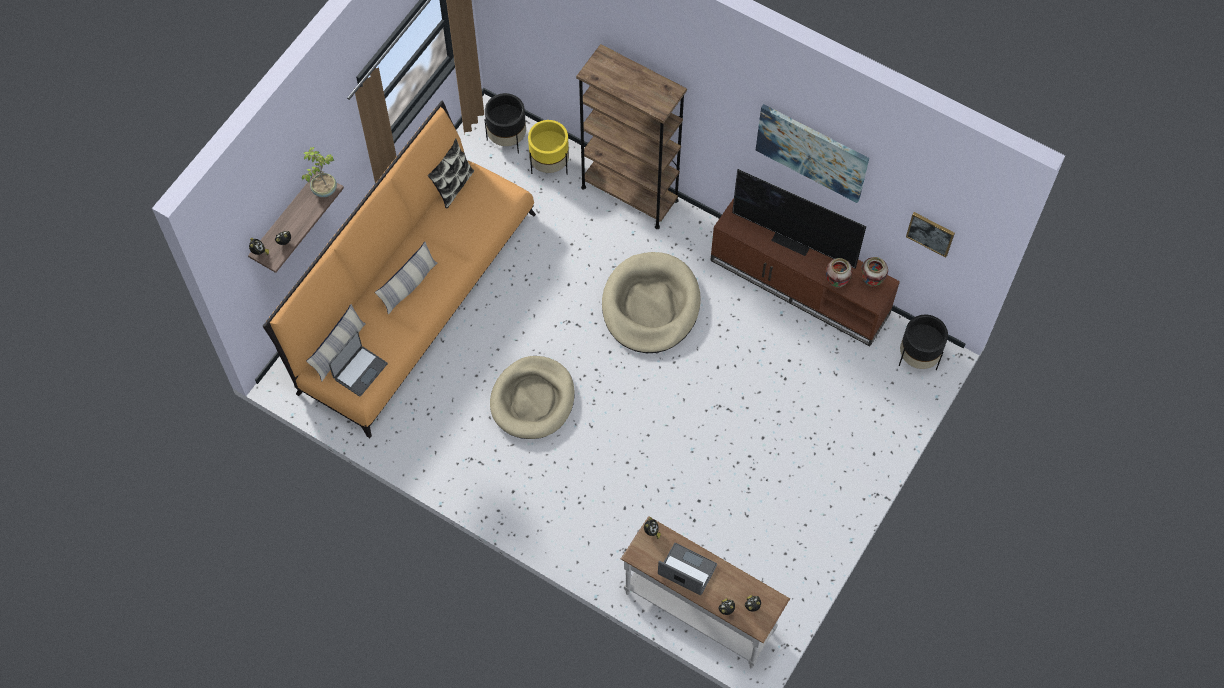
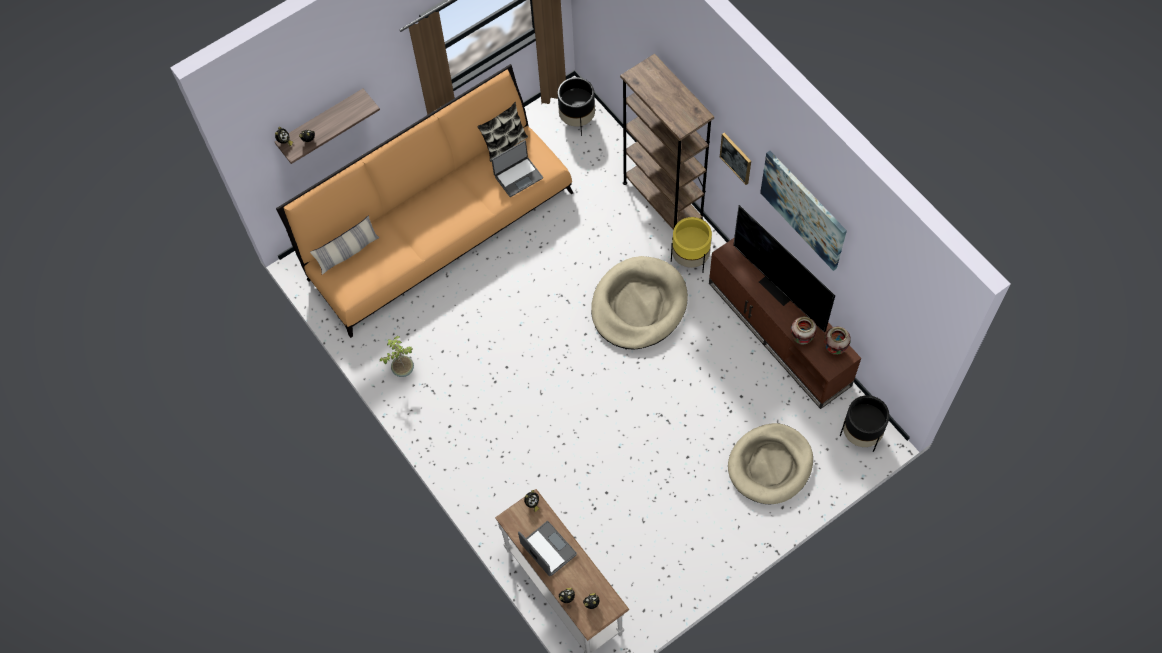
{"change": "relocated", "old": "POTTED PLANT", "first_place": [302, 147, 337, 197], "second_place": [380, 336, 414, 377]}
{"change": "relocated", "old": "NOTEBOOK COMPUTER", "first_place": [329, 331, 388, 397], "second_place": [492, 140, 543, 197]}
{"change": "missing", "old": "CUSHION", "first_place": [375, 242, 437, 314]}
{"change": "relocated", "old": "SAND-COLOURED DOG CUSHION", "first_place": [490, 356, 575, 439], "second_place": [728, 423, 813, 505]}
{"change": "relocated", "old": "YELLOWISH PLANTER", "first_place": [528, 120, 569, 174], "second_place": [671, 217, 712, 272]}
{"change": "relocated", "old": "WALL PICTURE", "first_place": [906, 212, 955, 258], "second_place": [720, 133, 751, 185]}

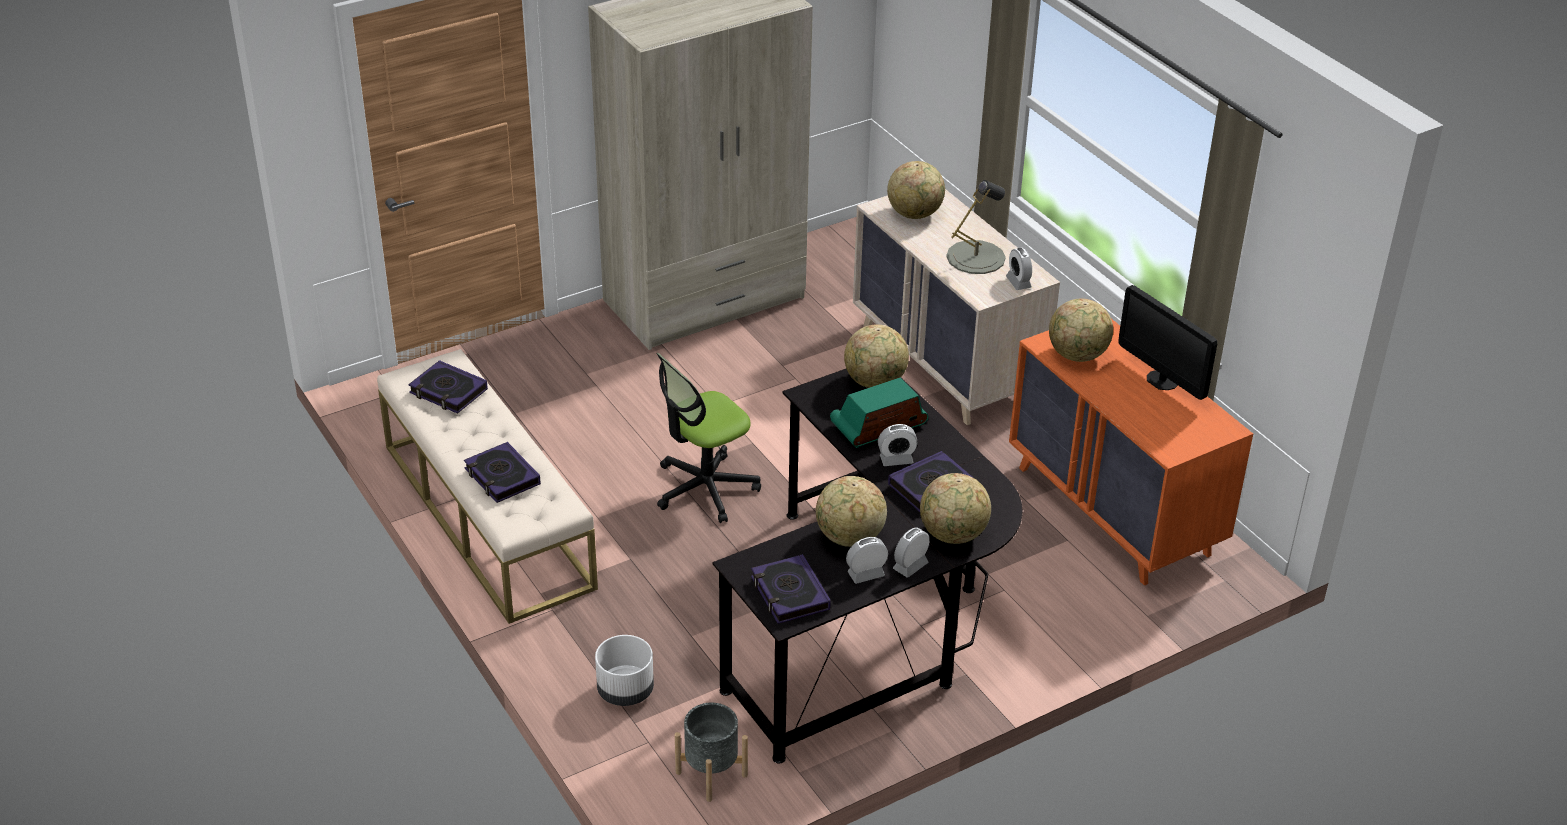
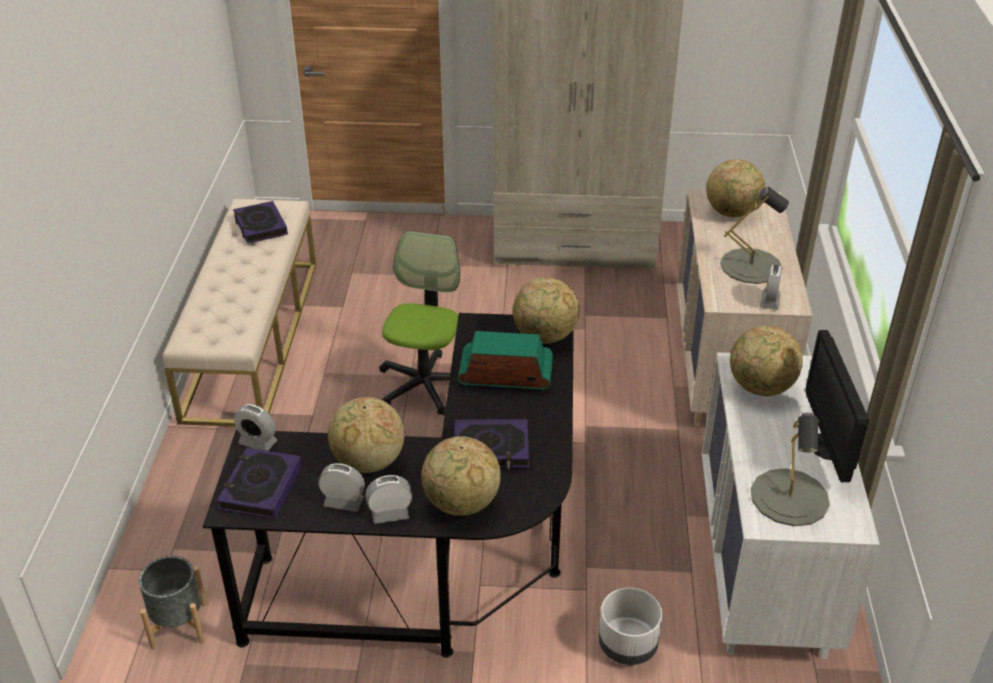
{"change": "missing", "old": "BOOK", "first_place": [464, 442, 541, 503]}
{"change": "relocated", "old": "WHITE PLANTER", "first_place": [595, 635, 654, 706], "second_place": [599, 588, 662, 665]}
{"change": "spun", "old": "DESK CHAIR", "first_place": [657, 353, 761, 523], "second_place": [379, 231, 460, 416], "degrees": 105}
{"change": "relocated", "old": "BEDSIDE CLOCK", "first_place": [878, 424, 918, 466], "second_place": [234, 404, 277, 451]}
{"change": "colour", "old": "ORANGE-COLOURED DRAWER CHEST", "new": "WHITE DRAWER CHEST", "first_place": [1009, 319, 1253, 586], "second_place": [702, 352, 880, 659]}
{"change": "appeared", "new": "GRAY LAMP FOR A TABLE", "second_place": [751, 413, 830, 526]}

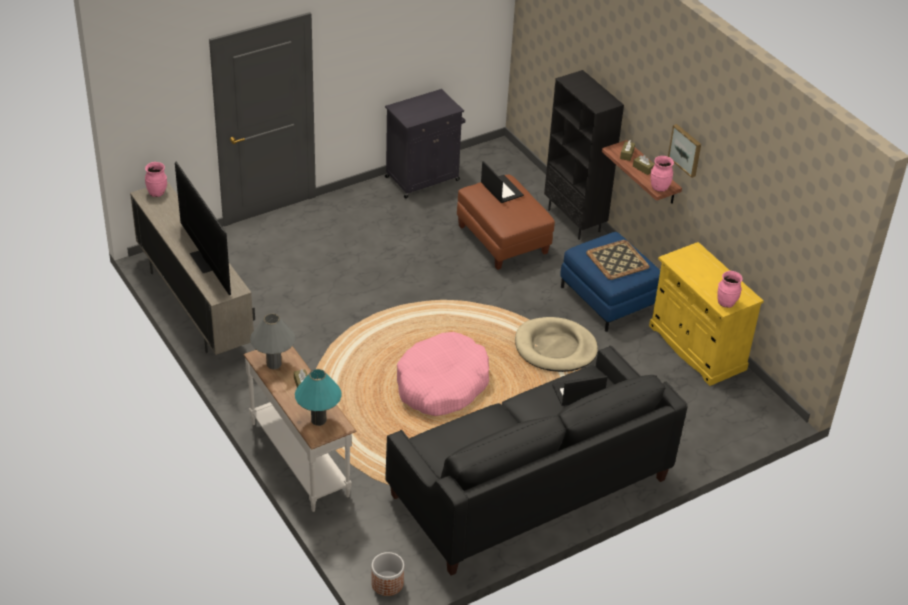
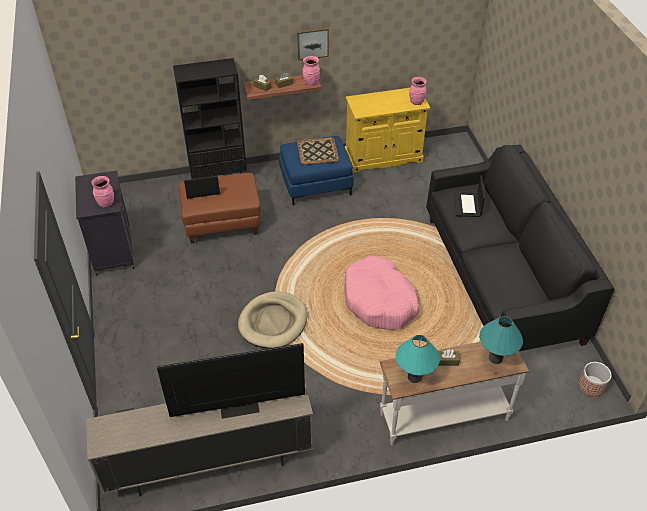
{"change": "relocated", "old": "PINK-COLOURED FLOWER VASE", "first_place": [145, 162, 167, 197], "second_place": [92, 176, 114, 208]}
{"change": "colour", "old": "GRAY LAMP FOR A TABLE", "new": "TURQUOISE LAMP FOR A TABLE", "first_place": [250, 314, 295, 369], "second_place": [396, 335, 440, 383]}
{"change": "relocated", "old": "SAND-COLOURED DOG CUSHION", "first_place": [515, 317, 598, 372], "second_place": [238, 291, 307, 348]}

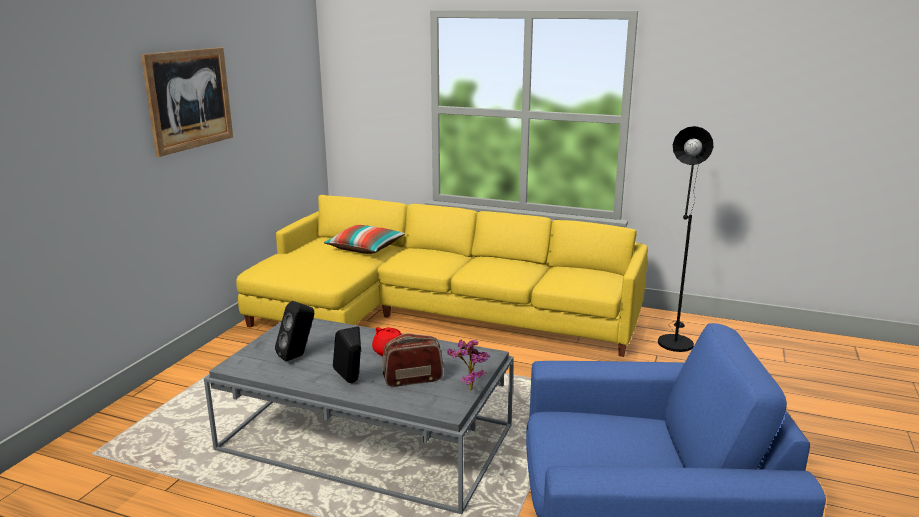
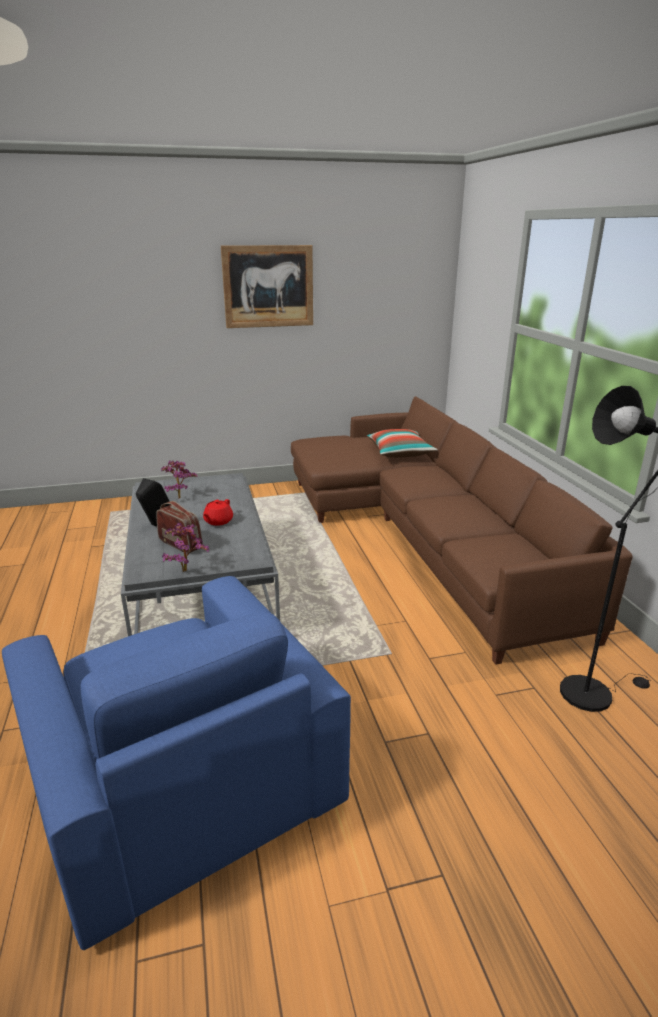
{"change": "colour", "old": "YELLOWISH SETTEE", "new": "BROWNISH SETTEE", "first_place": [236, 195, 648, 357], "second_place": [291, 396, 633, 665]}
{"change": "exchanged", "old": "BLACK LOUDSPEAKER", "new": "POTTED PLANT", "first_place": [275, 301, 314, 362], "second_place": [161, 460, 198, 499]}

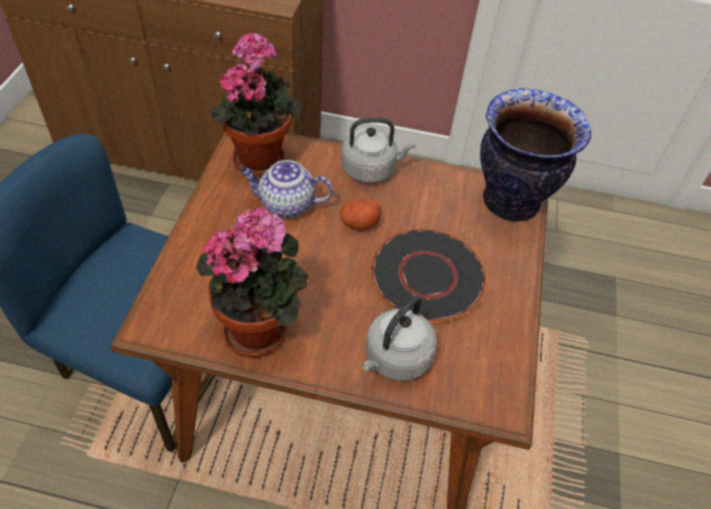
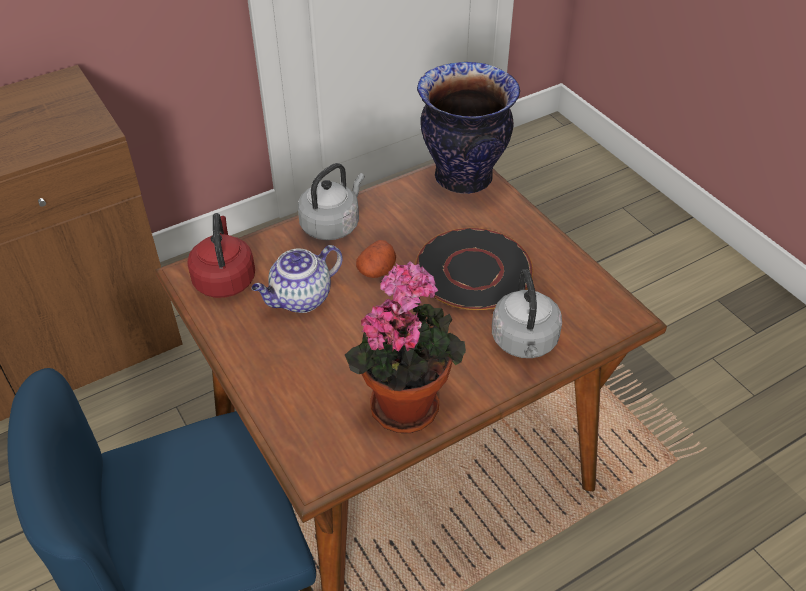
{"change": "exchanged", "old": "POTTED PLANT", "new": "RED-COLOURED KETTLE", "first_place": [209, 33, 302, 177], "second_place": [187, 213, 255, 298]}

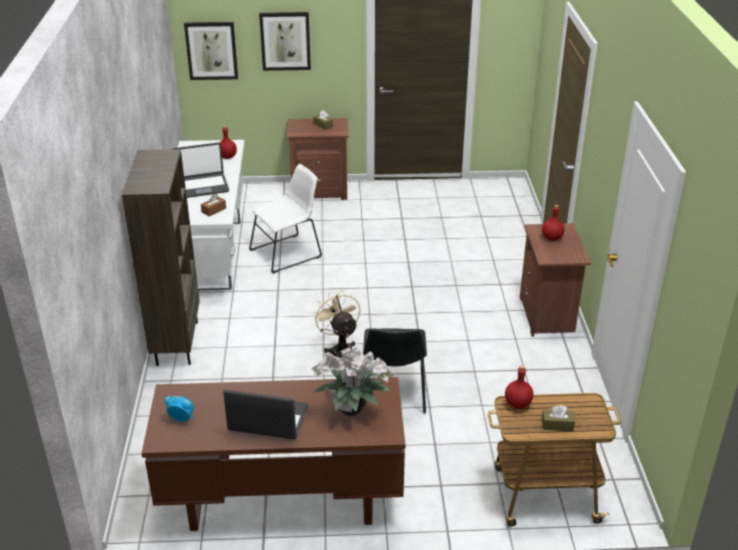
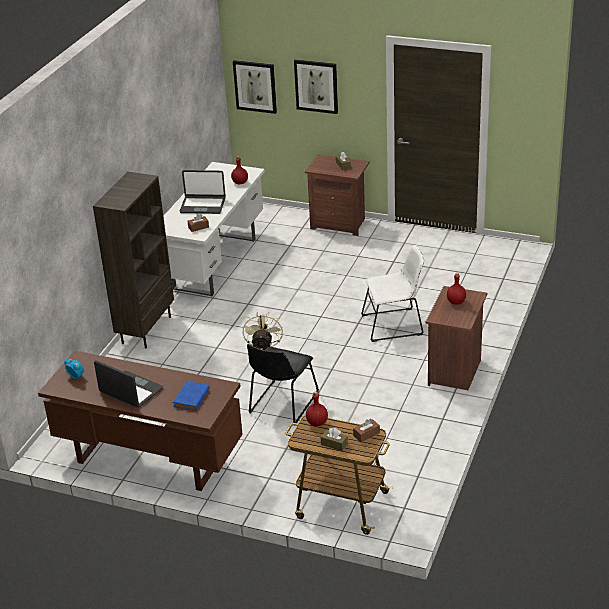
{"change": "relocated", "old": "WHITE CHAIR", "first_place": [249, 164, 322, 274], "second_place": [361, 245, 424, 342]}
{"change": "exchanged", "old": "POTTED PLANT", "new": "BLUE-COLOURED BOOK", "first_place": [311, 347, 394, 416], "second_place": [173, 381, 210, 411]}
{"change": "appeared", "new": "BROWNISH BOX OF TISSUES", "second_place": [353, 419, 380, 442]}

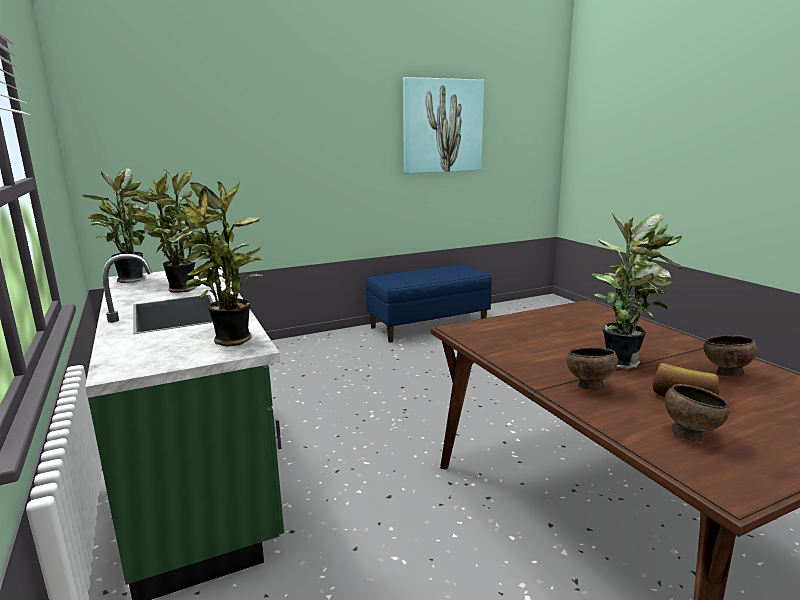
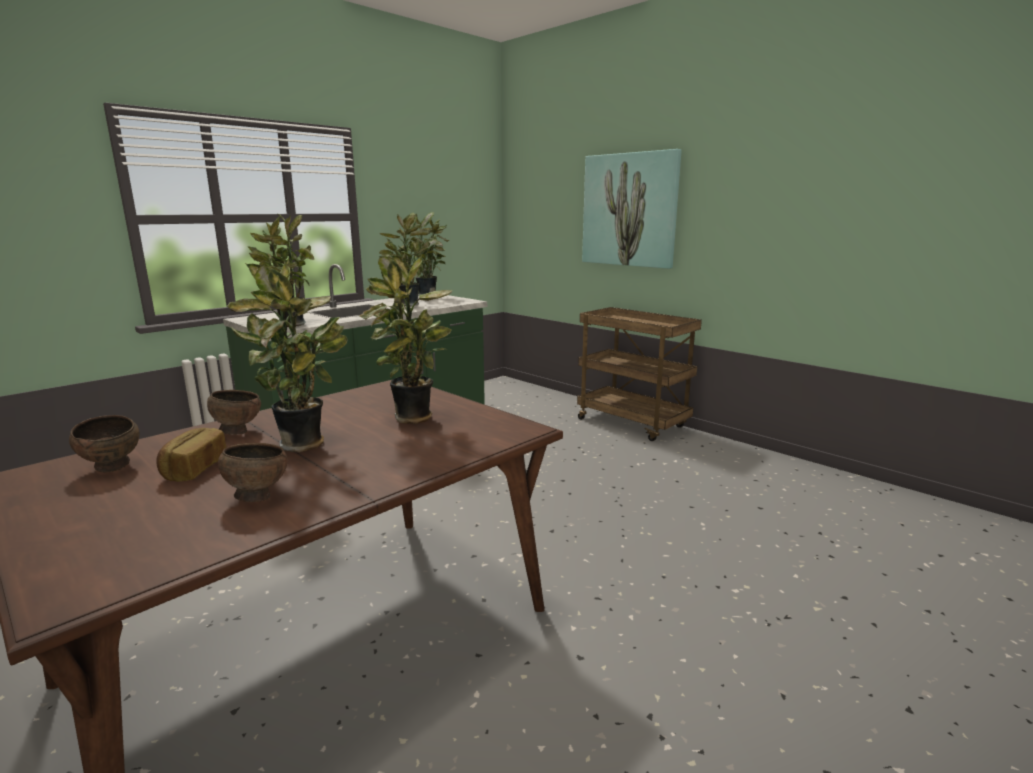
{"change": "missing", "old": "BLUE-COLOURED BENCH", "first_place": [366, 264, 492, 342]}
{"change": "relocated", "old": "WALL PICTURE", "first_place": [403, 77, 484, 174], "second_place": [582, 149, 682, 269]}
{"change": "appeared", "new": "POTTED PLANT", "second_place": [359, 254, 452, 424]}
{"change": "appeared", "new": "BROWNISH TROLLEY", "second_place": [577, 307, 702, 441]}

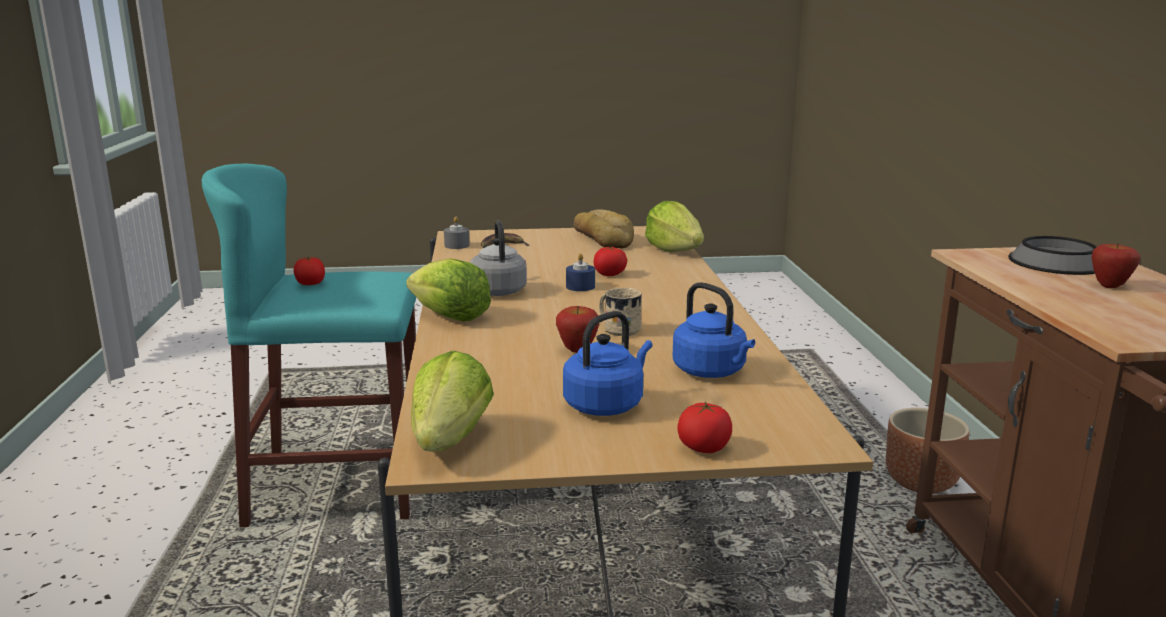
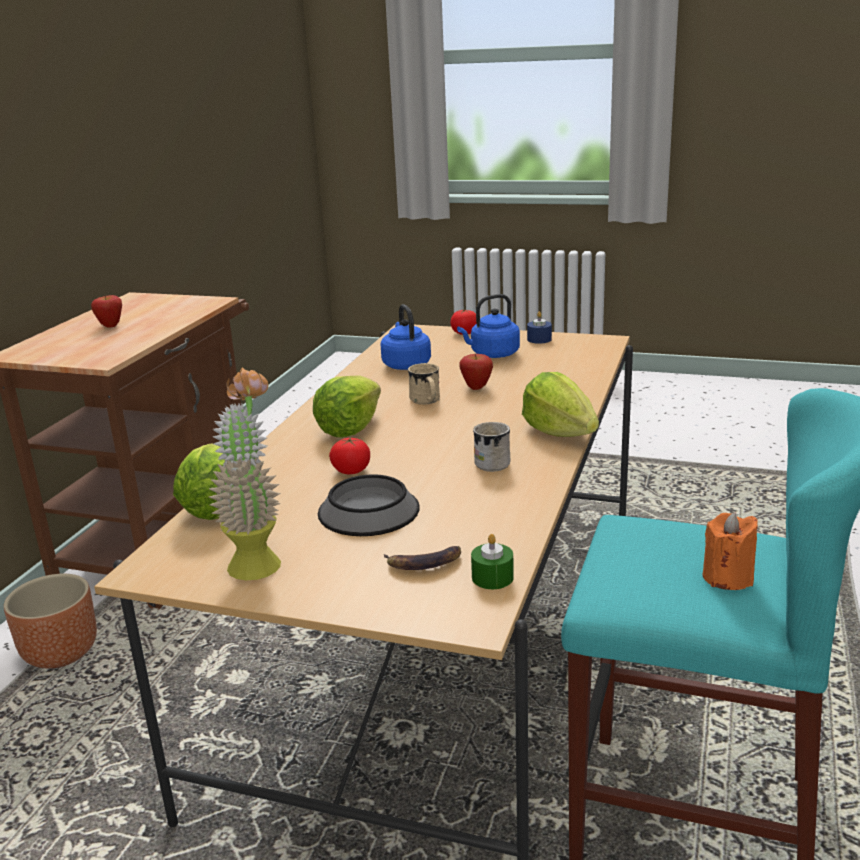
{"change": "exchanged", "old": "WHOLE TOMATO", "new": "ORANGE-COLOURED WAX LIGHT", "first_place": [294, 257, 325, 285], "second_place": [703, 512, 758, 590]}
{"change": "relocated", "old": "LETTUCE HEAD", "first_place": [411, 351, 494, 451], "second_place": [313, 375, 381, 438]}
{"change": "colour", "old": "GRAY WAX LIGHT", "new": "GREEN-COLOURED WAX LIGHT", "first_place": [444, 216, 470, 249], "second_place": [471, 534, 514, 589]}
{"change": "exchanged", "old": "GRAY KETTLE", "new": "WHITE COFFEE MUG", "first_place": [470, 220, 527, 296], "second_place": [473, 422, 511, 472]}
{"change": "relocated", "old": "BLUE-COLOURED WAX LIGHT", "first_place": [566, 253, 595, 291], "second_place": [527, 311, 552, 344]}
{"change": "exchanged", "old": "BAKERY BREAD", "new": "POTTED PLANT", "first_place": [574, 209, 634, 248], "second_place": [209, 367, 281, 580]}
{"change": "relocated", "old": "BOWL", "first_place": [1008, 236, 1097, 275], "second_place": [318, 474, 420, 536]}

